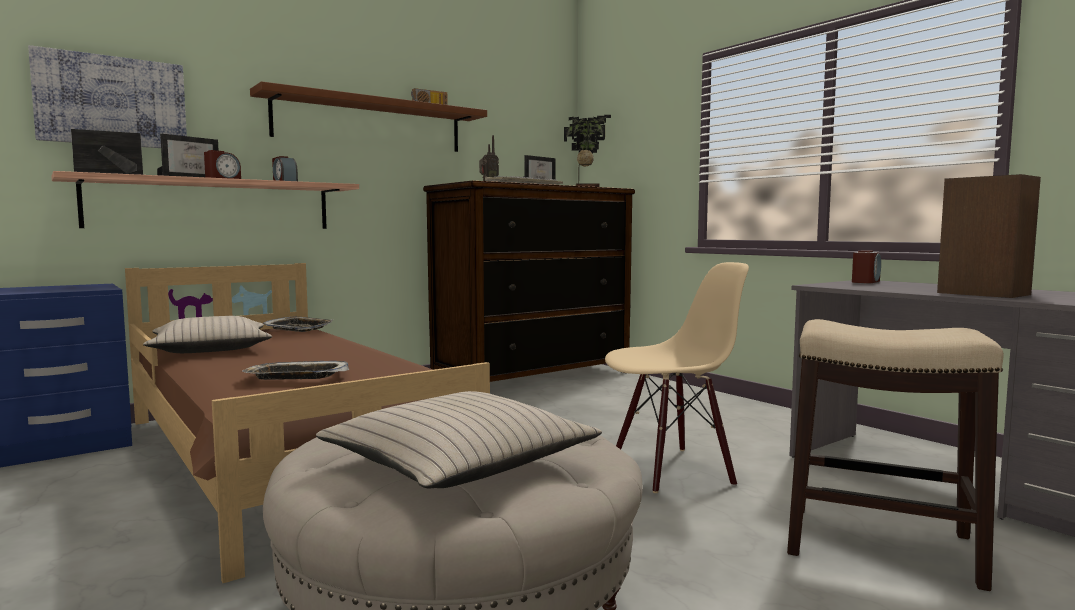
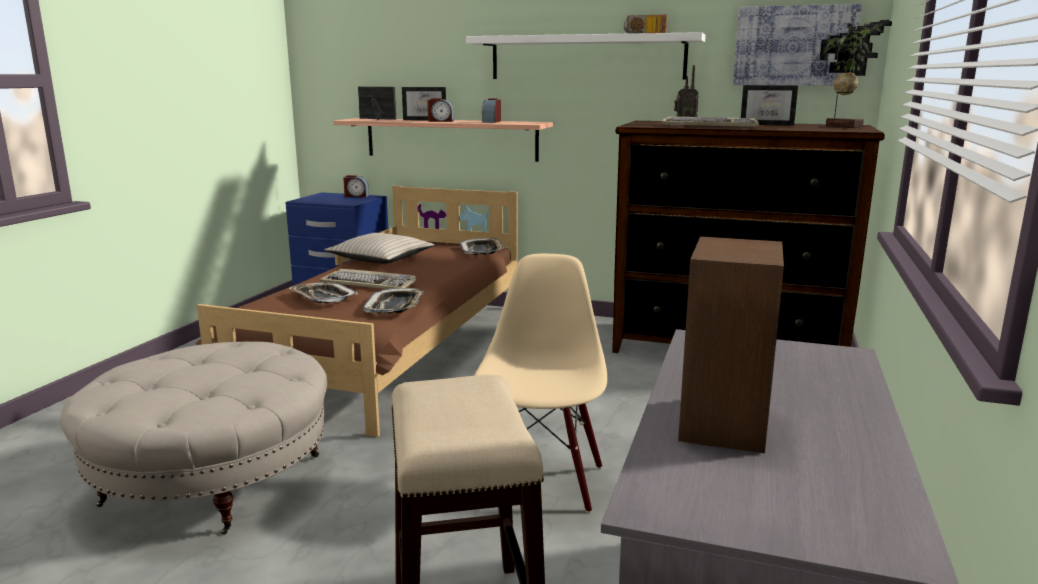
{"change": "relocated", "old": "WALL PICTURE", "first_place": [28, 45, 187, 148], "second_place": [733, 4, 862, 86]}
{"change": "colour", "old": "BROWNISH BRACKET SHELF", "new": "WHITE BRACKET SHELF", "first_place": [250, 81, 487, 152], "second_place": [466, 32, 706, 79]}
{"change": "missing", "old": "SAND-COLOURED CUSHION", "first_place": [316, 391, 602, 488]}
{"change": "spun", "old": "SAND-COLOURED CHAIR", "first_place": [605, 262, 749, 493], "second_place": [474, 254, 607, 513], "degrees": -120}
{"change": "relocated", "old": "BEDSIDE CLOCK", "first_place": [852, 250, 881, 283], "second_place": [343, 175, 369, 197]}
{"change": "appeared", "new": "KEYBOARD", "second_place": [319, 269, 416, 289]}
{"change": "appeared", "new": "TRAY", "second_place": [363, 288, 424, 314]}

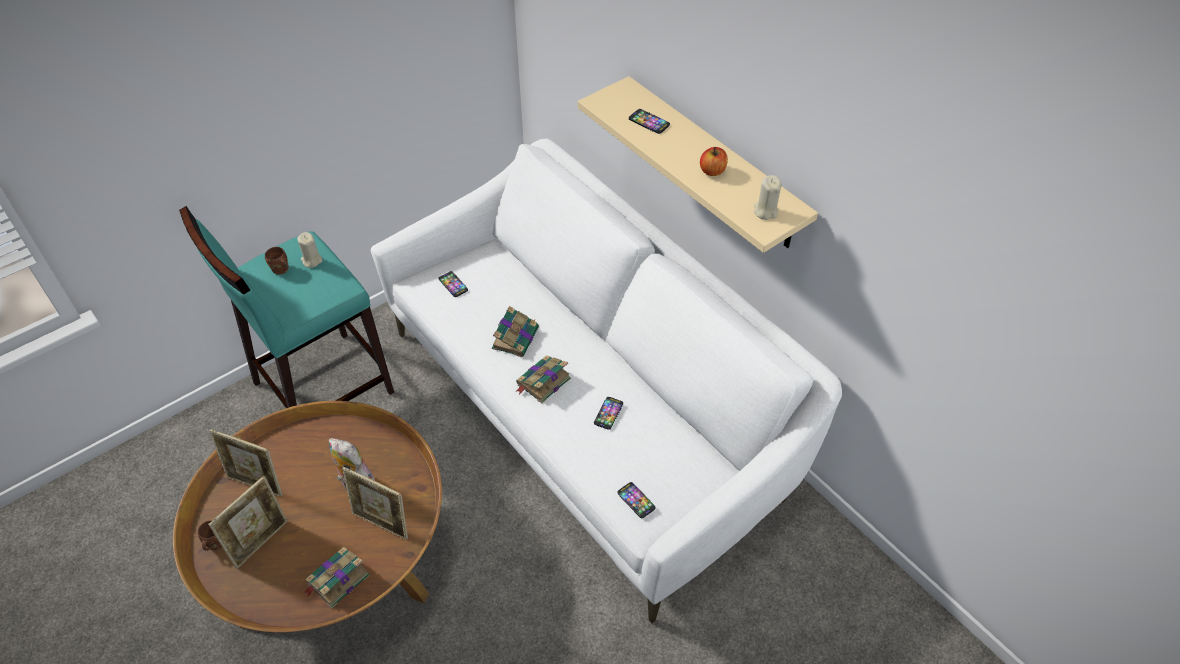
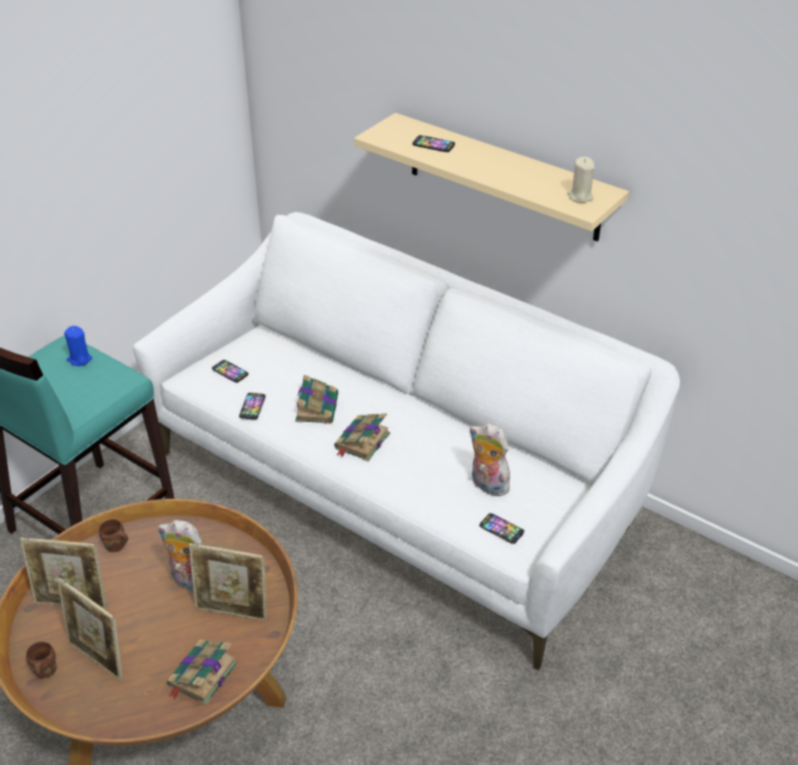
{"change": "spun", "old": "PICTURE FRAME", "first_place": [208, 476, 288, 569], "second_place": [58, 578, 123, 681], "degrees": 105}
{"change": "relocated", "old": "BROWNISH COFFEE MUG", "first_place": [265, 247, 289, 275], "second_place": [99, 519, 128, 552]}
{"change": "colour", "old": "SAND-COLOURED WAX LIGHT", "new": "BLUE-COLOURED WAX LIGHT", "first_place": [297, 232, 322, 268], "second_place": [64, 326, 92, 366]}
{"change": "relocated", "old": "HANDSET", "first_place": [594, 397, 623, 430], "second_place": [239, 393, 265, 420]}
{"change": "missing", "old": "APPLE", "first_place": [700, 147, 728, 176]}
{"change": "appeared", "new": "SOFT TOY", "second_place": [469, 423, 515, 497]}

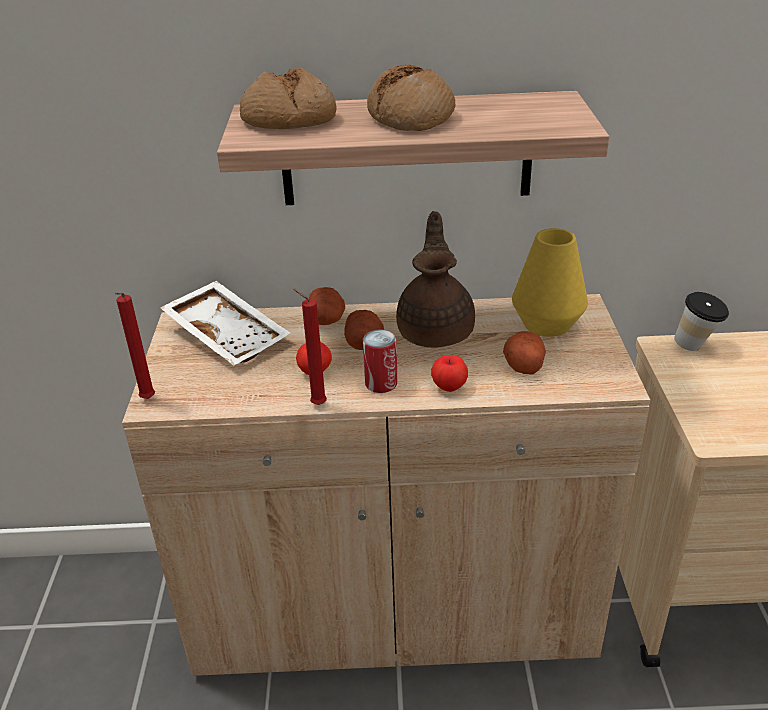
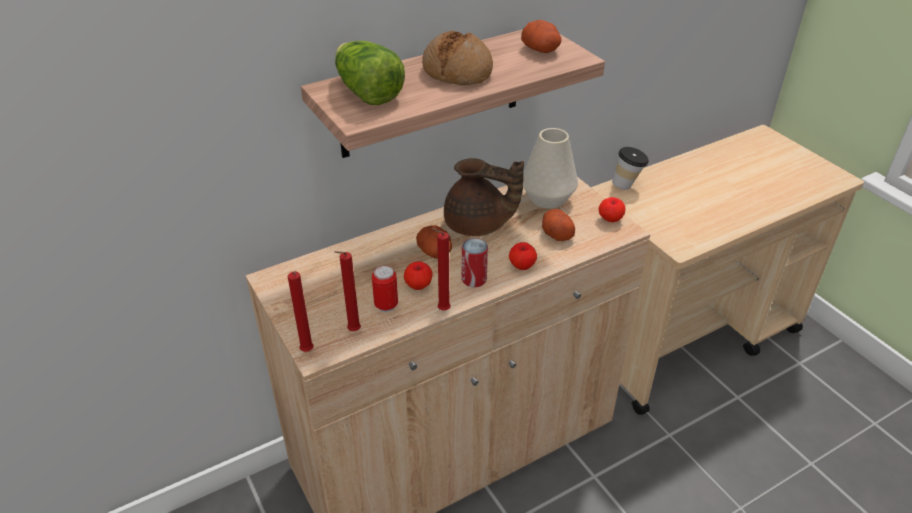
{"change": "missing", "old": "WHITE TRAY", "first_place": [160, 281, 290, 366]}
{"change": "exchanged", "old": "BAKERY BREAD", "new": "LETTUCE HEAD", "first_place": [240, 68, 337, 129], "second_place": [335, 41, 405, 105]}
{"change": "relocated", "old": "WHOLE POTATO", "first_place": [309, 287, 345, 325], "second_place": [521, 20, 562, 53]}
{"change": "spun", "old": "BROWNISH TEA POT", "first_place": [396, 211, 475, 348], "second_place": [444, 158, 524, 236], "degrees": 135}
{"change": "colour", "old": "YELLOWISH FLOWER VASE", "new": "WHITE FLOWER VASE", "first_place": [512, 228, 588, 337], "second_place": [523, 128, 578, 209]}
{"change": "appeared", "new": "RED-COLOURED WAX LIGHT", "second_place": [335, 251, 361, 331]}
{"change": "appeared", "new": "CAN", "second_place": [372, 266, 398, 312]}
{"change": "appeared", "new": "APPLE", "second_place": [599, 197, 625, 222]}

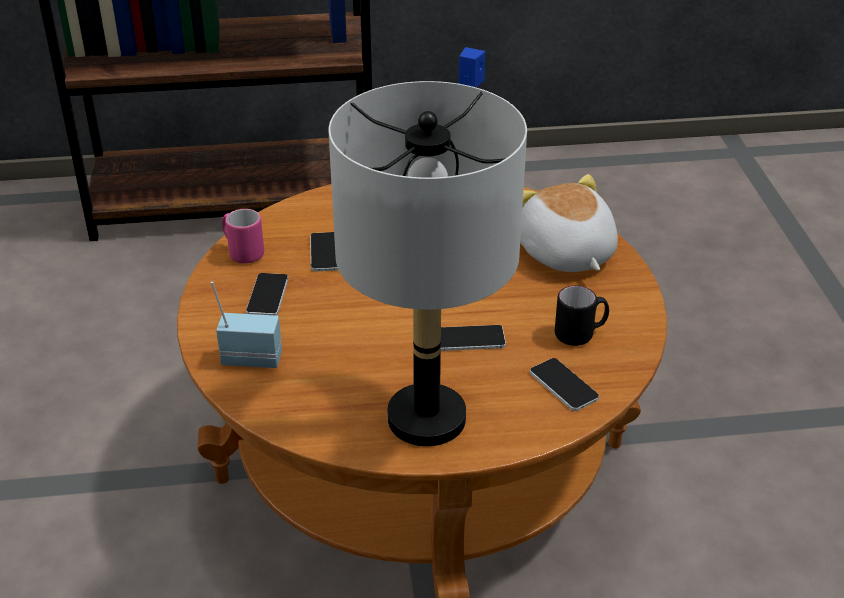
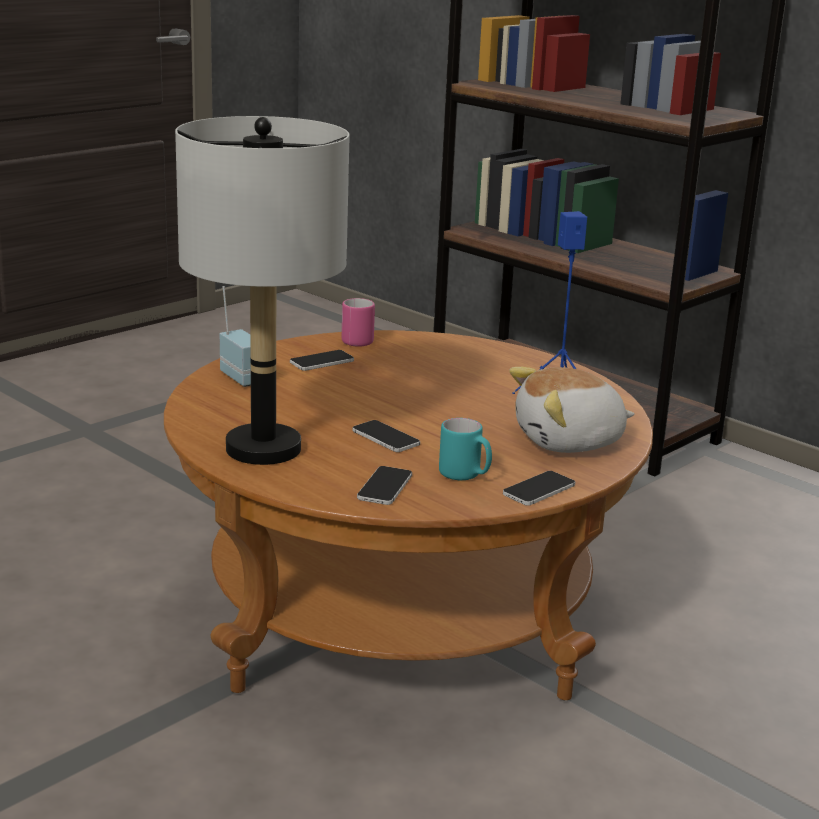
{"change": "relocated", "old": "HANDSET", "first_place": [310, 232, 338, 272], "second_place": [503, 471, 575, 506]}
{"change": "spun", "old": "SOFT TOY", "first_place": [520, 174, 618, 272], "second_place": [509, 367, 635, 453], "degrees": -135}
{"change": "colour", "old": "BLACK COFFEE MUG", "new": "TURQUOISE COFFEE MUG", "first_place": [555, 286, 609, 346], "second_place": [439, 418, 492, 480]}

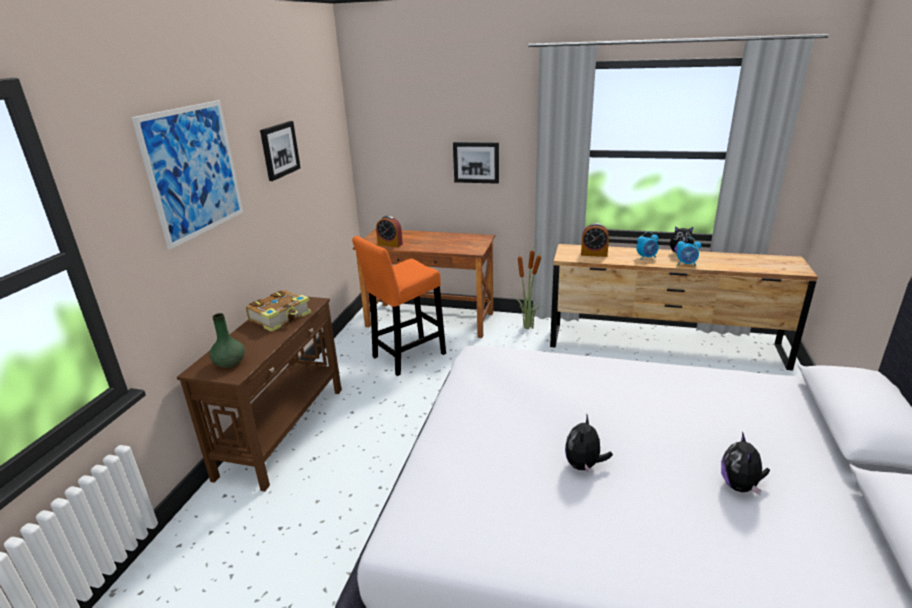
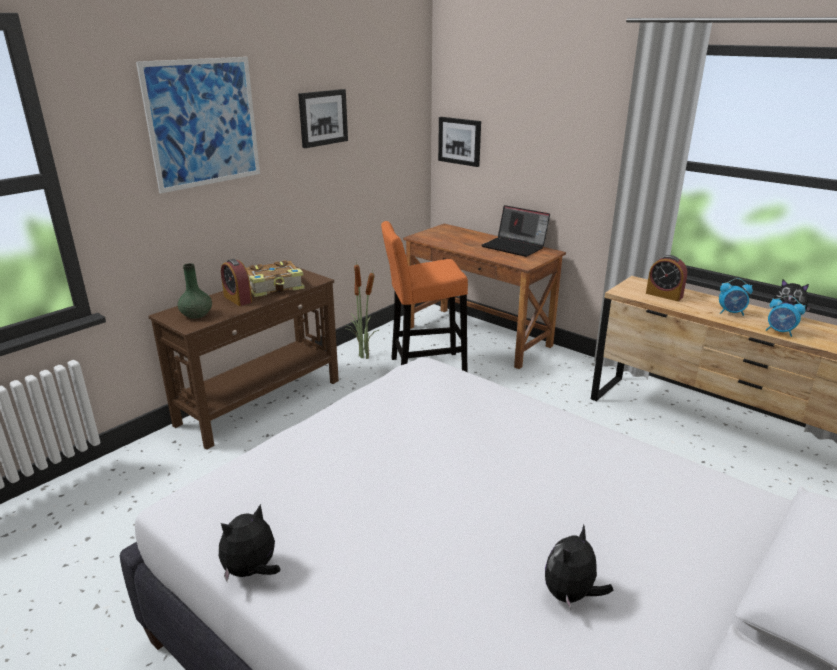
{"change": "relocated", "old": "BEDSIDE CLOCK", "first_place": [376, 216, 403, 247], "second_place": [221, 259, 252, 306]}
{"change": "relocated", "old": "WALL PICTURE", "first_place": [453, 142, 499, 184], "second_place": [438, 117, 481, 167]}
{"change": "relocated", "old": "POTTED PLANT", "first_place": [512, 250, 541, 329], "second_place": [345, 263, 379, 359]}
{"change": "relocated", "old": "SOFT TOY", "first_place": [565, 415, 613, 473], "second_place": [219, 504, 280, 582]}
{"change": "appeared", "new": "NOTEBOOK COMPUTER", "second_place": [481, 205, 550, 257]}

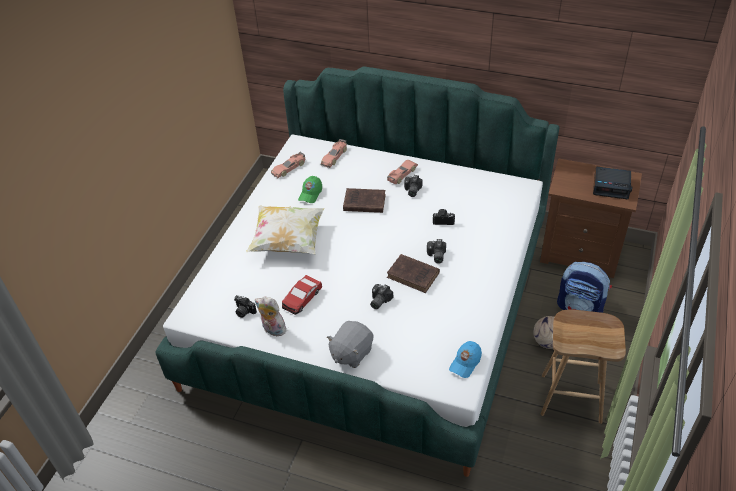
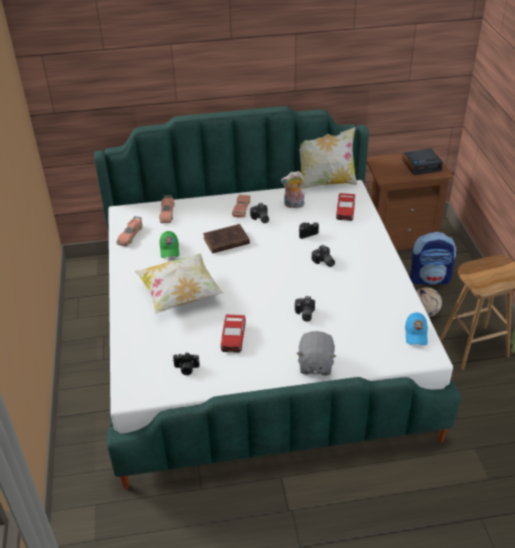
{"change": "relocated", "old": "SOFT TOY", "first_place": [255, 297, 286, 336], "second_place": [281, 171, 305, 208]}
{"change": "missing", "old": "BROWNISH BOOK", "first_place": [387, 254, 440, 293]}
{"change": "appeared", "new": "CUSHION", "second_place": [299, 127, 357, 190]}
{"change": "appeared", "new": "MINIATURE CAR", "second_place": [336, 193, 355, 221]}

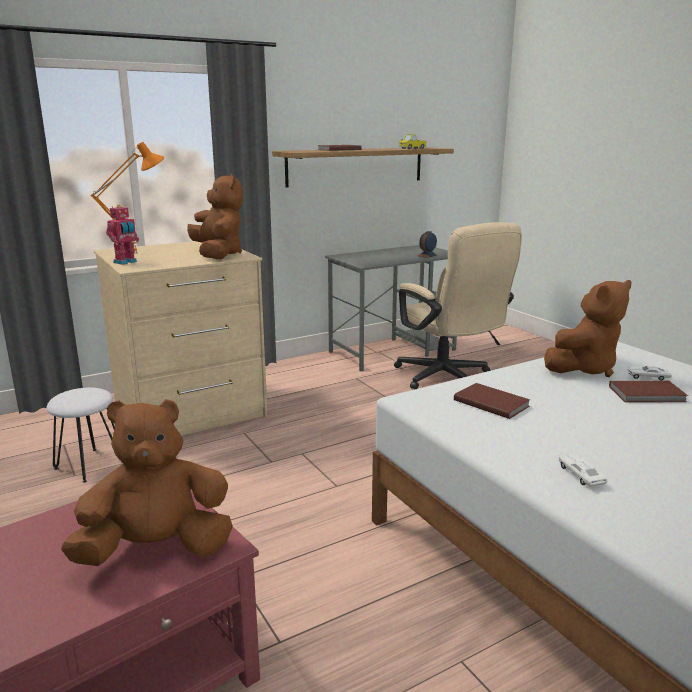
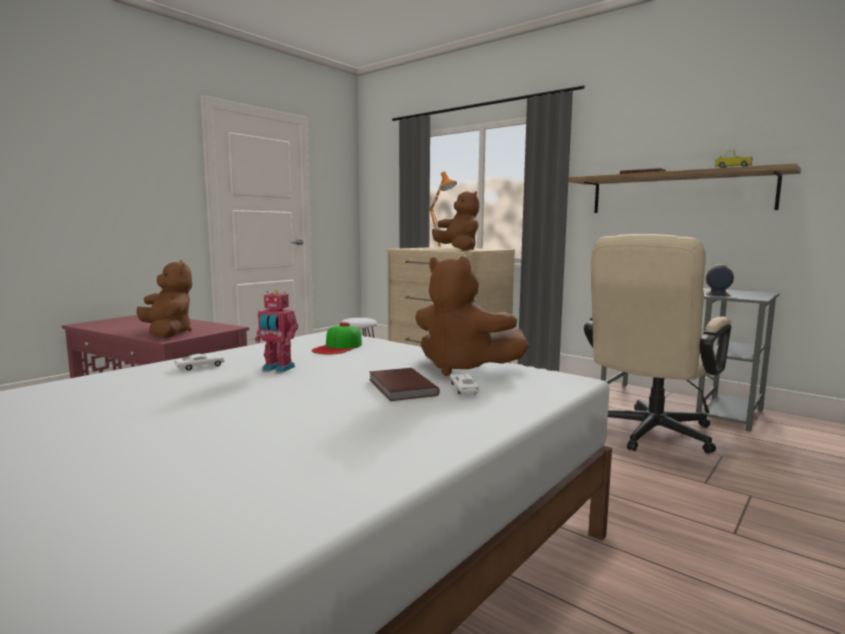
{"change": "relocated", "old": "ROBOT FIGURE", "first_place": [106, 205, 139, 265], "second_place": [255, 290, 298, 372]}
{"change": "spun", "old": "BROWNISH SOFT TOY", "first_place": [187, 173, 243, 259], "second_place": [432, 191, 480, 250], "degrees": -75}
{"change": "exchanged", "old": "BROWNISH BOOK", "new": "BASEBALL CAP", "first_place": [454, 383, 530, 419], "second_place": [312, 322, 362, 355]}

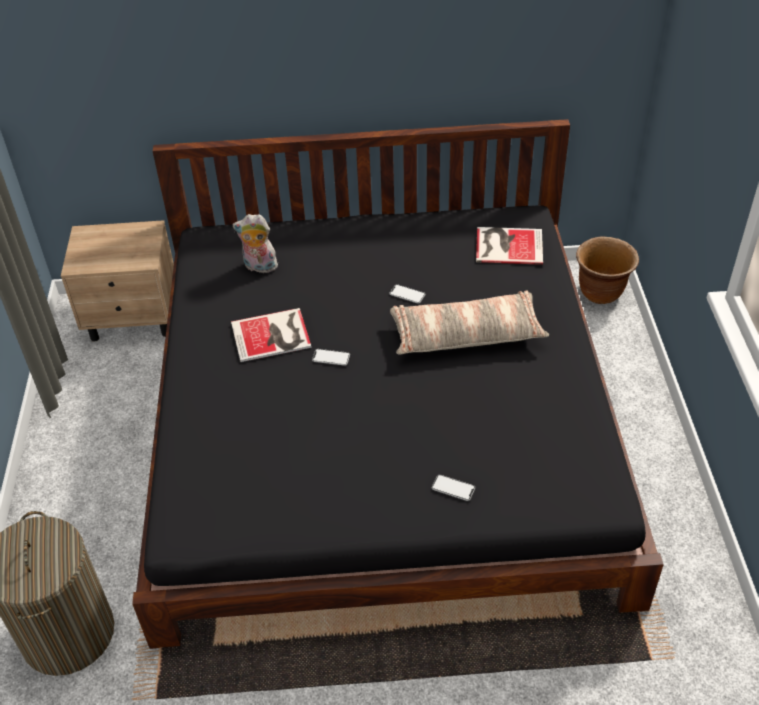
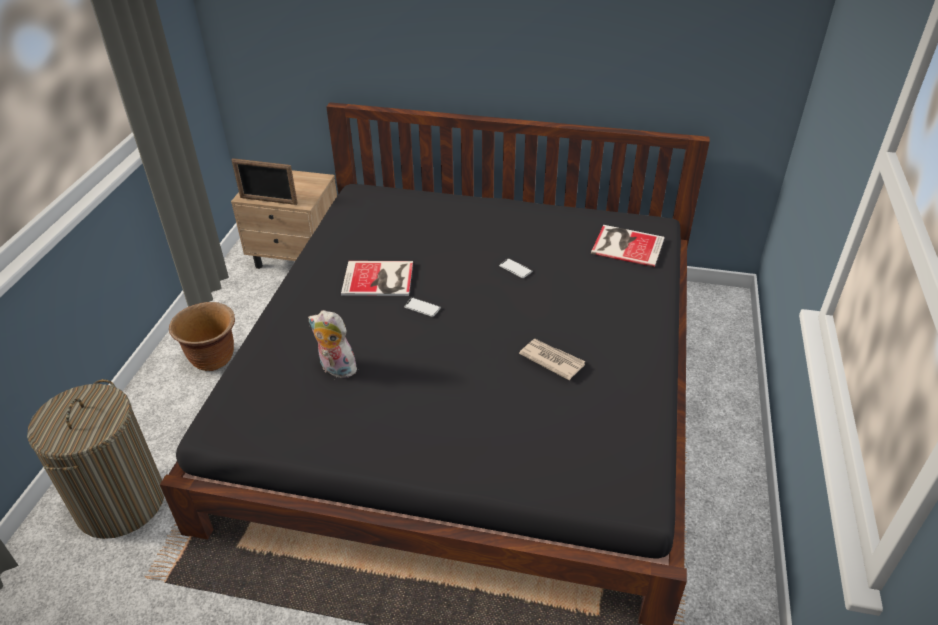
{"change": "relocated", "old": "SOFT TOY", "first_place": [233, 214, 278, 273], "second_place": [308, 310, 357, 378]}
{"change": "missing", "old": "CUSHION", "first_place": [390, 291, 549, 355]}
{"change": "missing", "old": "HANDSET", "first_place": [432, 475, 475, 501]}
{"change": "relocated", "old": "BROWNISH PLANTER", "first_place": [576, 237, 639, 304], "second_place": [169, 302, 235, 371]}
{"change": "appeared", "new": "PICTURE FRAME", "second_place": [231, 158, 298, 205]}
{"change": "appeared", "new": "PRINTED PAPER", "second_place": [519, 339, 585, 380]}

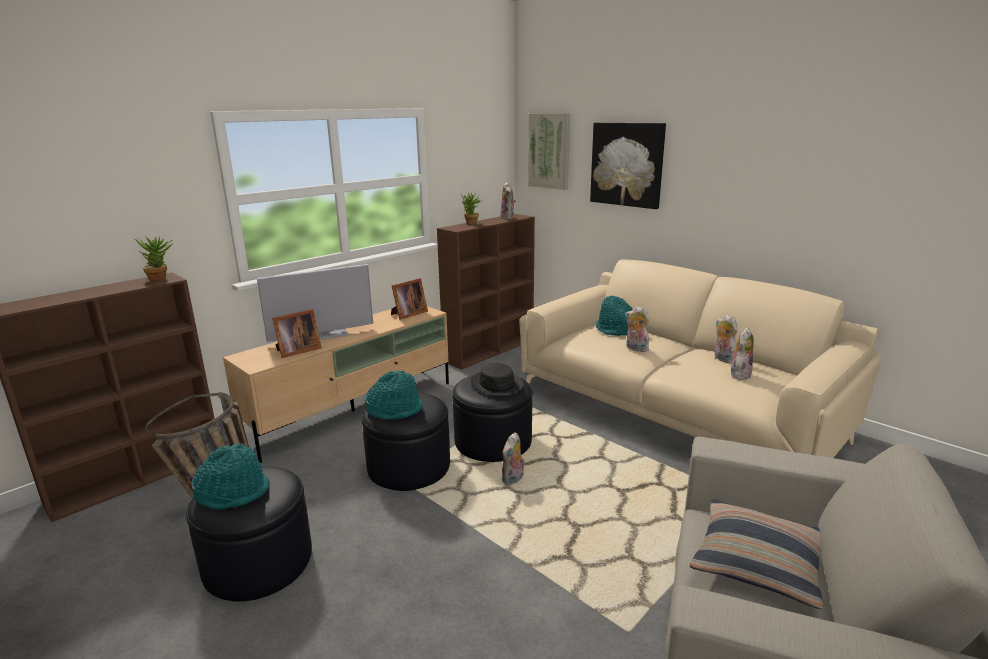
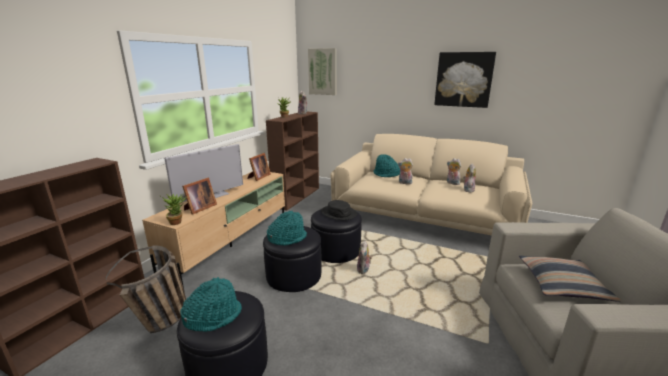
{"change": "relocated", "old": "POTTED PLANT", "first_place": [135, 236, 173, 282], "second_place": [161, 194, 186, 225]}
{"change": "relocated", "old": "WALL PICTURE", "first_place": [590, 123, 666, 209], "second_place": [434, 52, 496, 108]}

